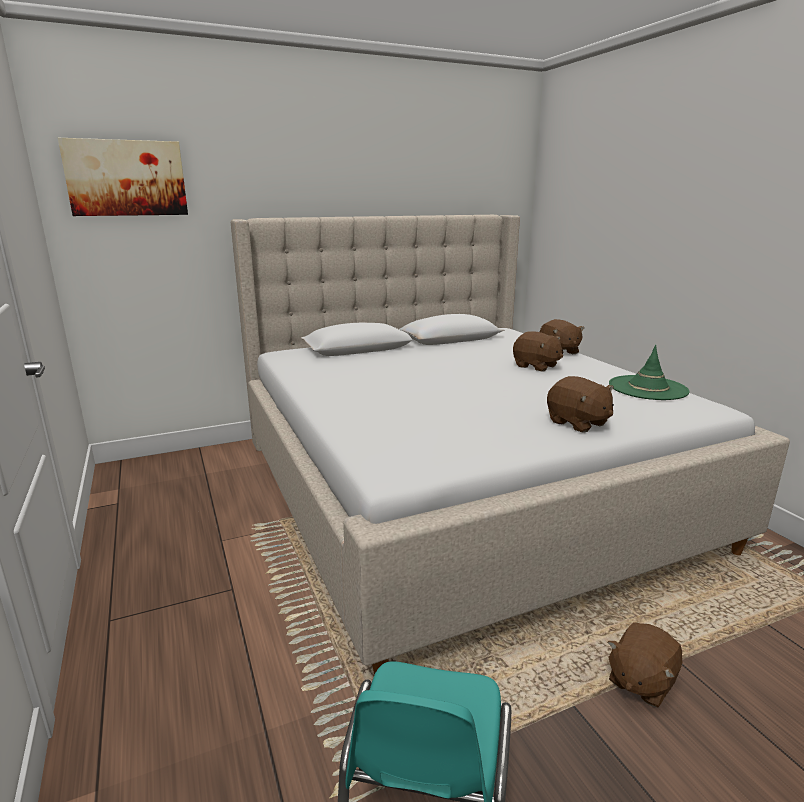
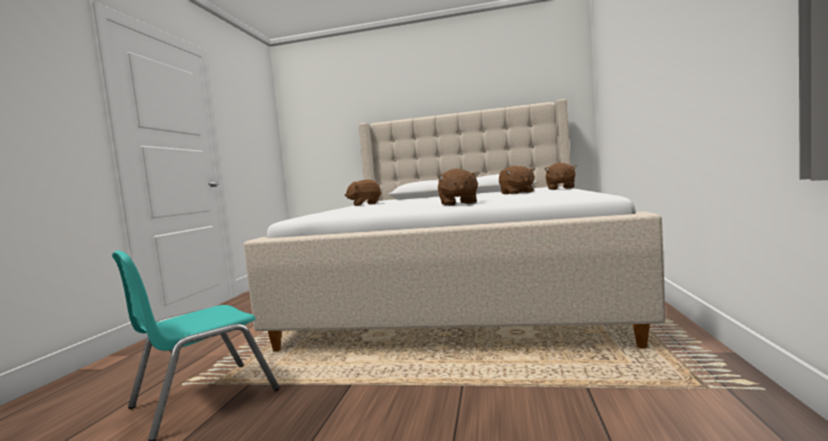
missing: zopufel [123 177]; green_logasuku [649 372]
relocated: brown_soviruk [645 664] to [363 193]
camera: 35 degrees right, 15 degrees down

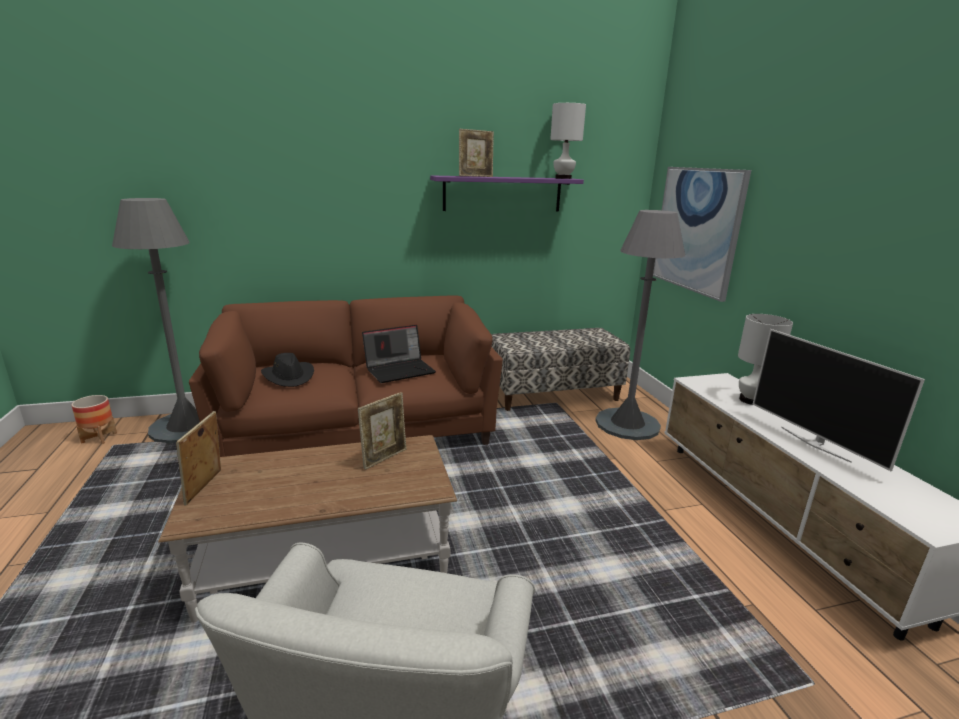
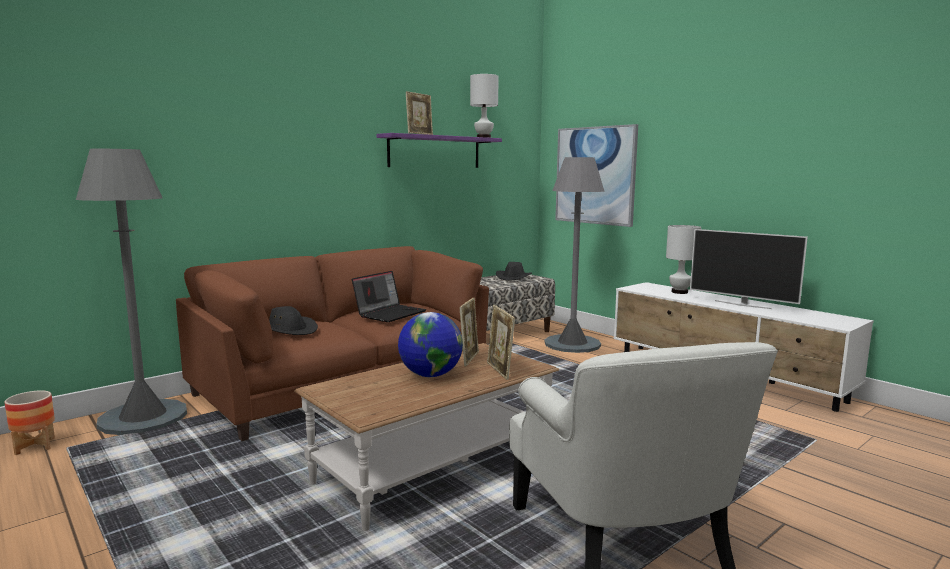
appeared: black_logasuku [514 271]; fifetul [430 344]
relocated: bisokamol [198 458] to [501 342]
camera: 25 degrees left, 10 degrees down

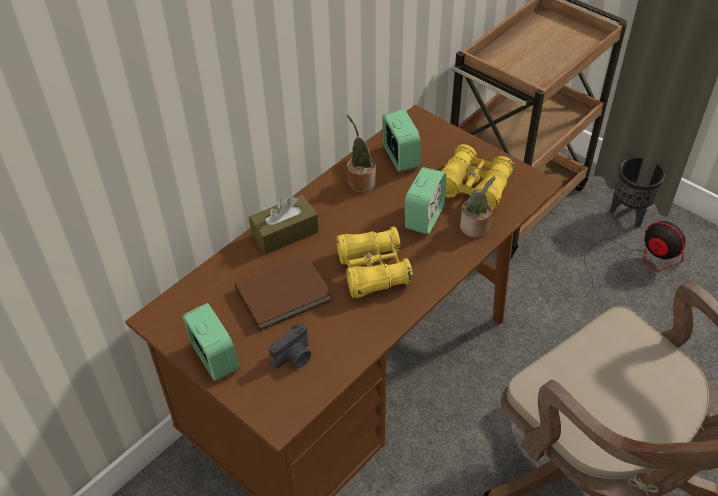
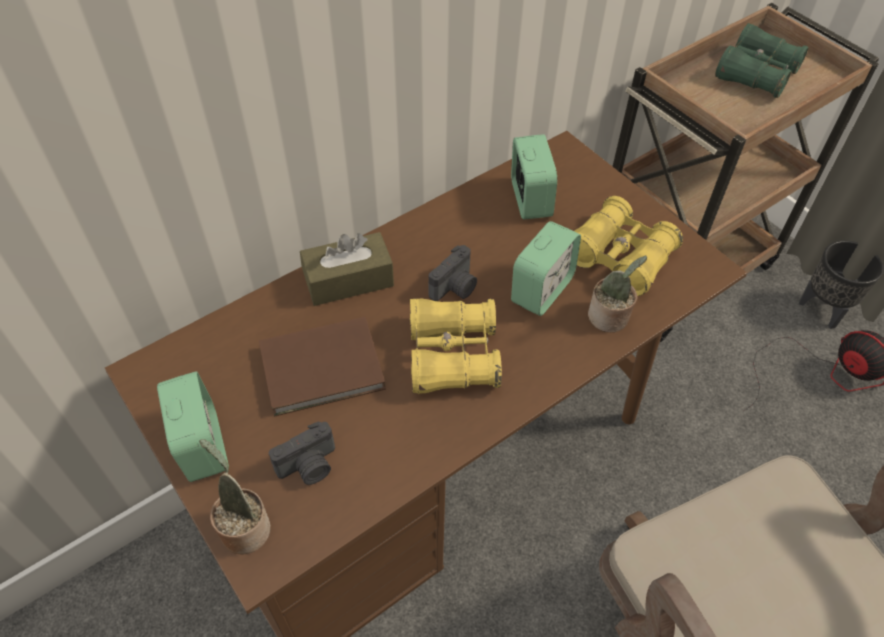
appeared: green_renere [762 60]; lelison [453 273]
relocated: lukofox [361 154] to [235 497]
camera: 10 degrees right, 5 degrees up

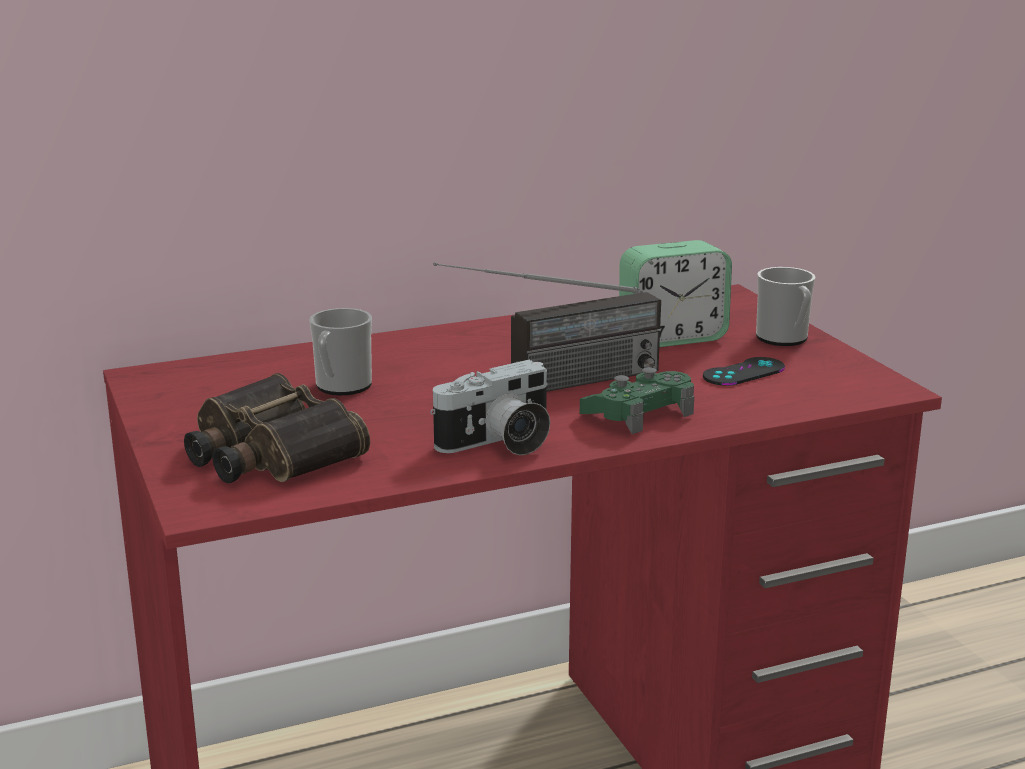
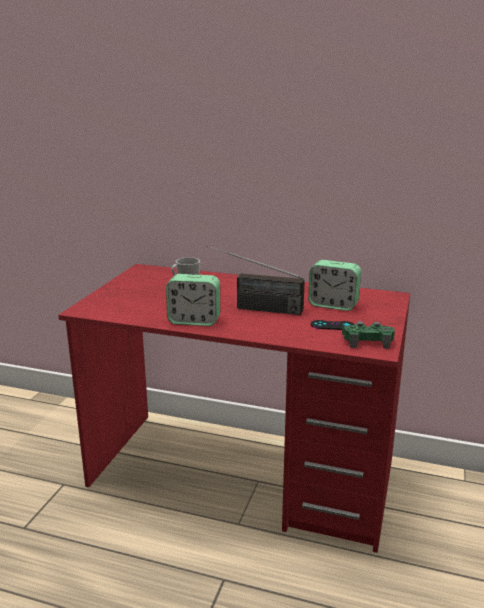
missing: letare [785 306]; renere [277 428]
relocated: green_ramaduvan [637 400] to [368 334]
exchanged: lelison [490 407] to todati [193 300]
camera: 40 degrees right, 0 degrees up

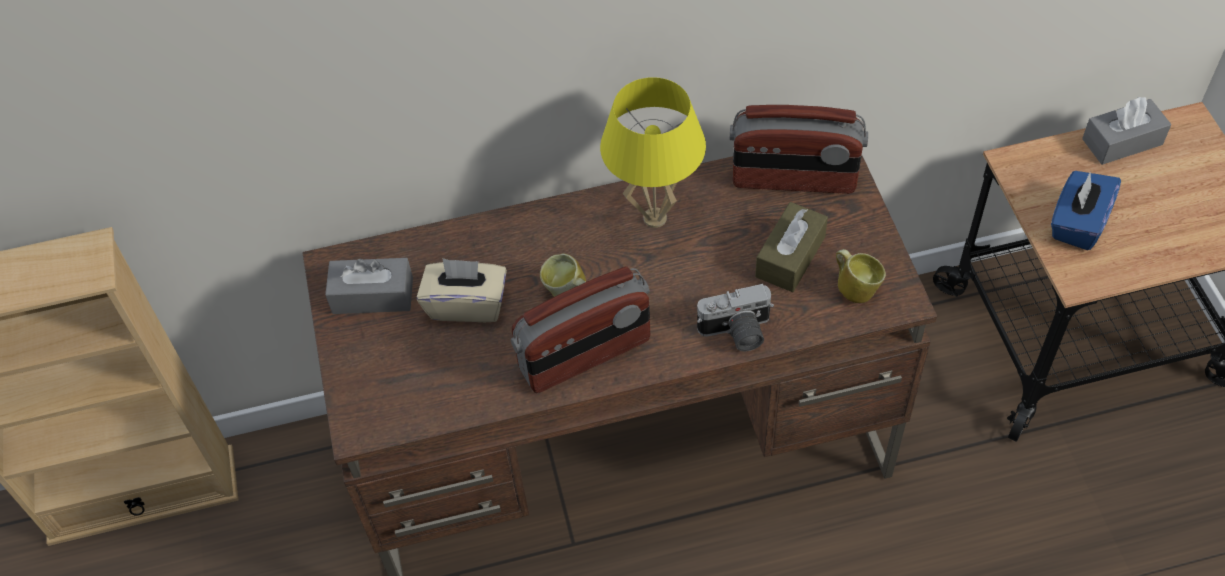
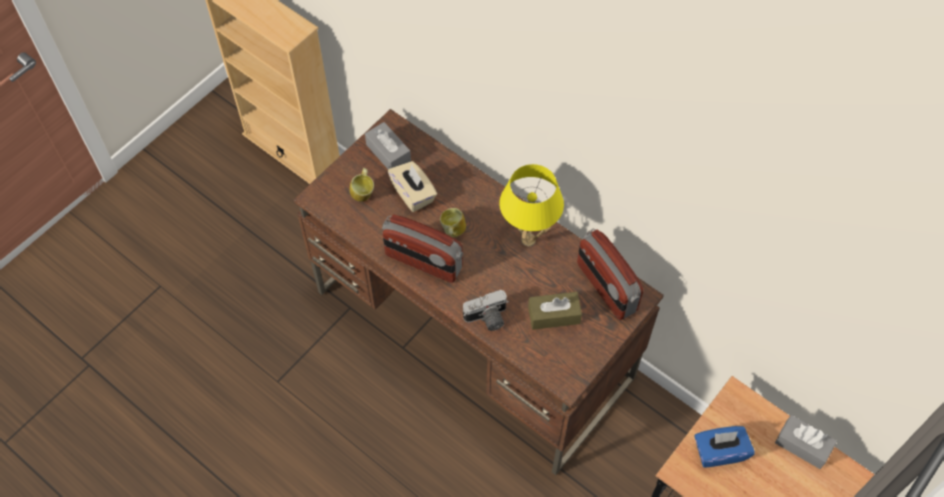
relocated: letare [861 276] to [362 185]
spun: lelison [735 317] = [486 310] 60 degrees counterclockwise
camera: 50 degrees right, 5 degrees up

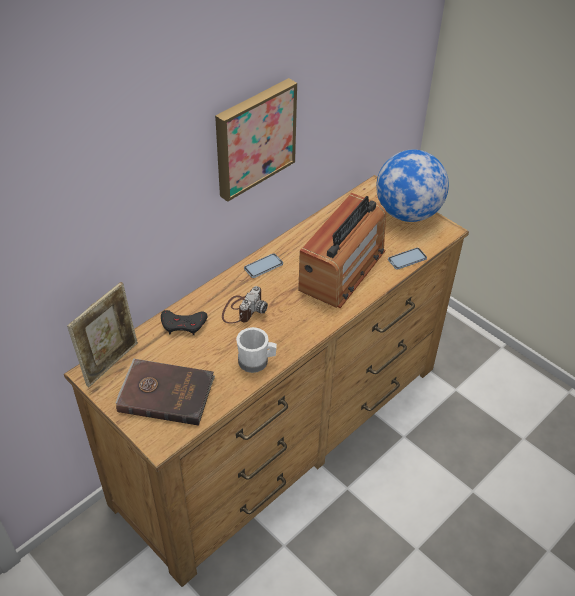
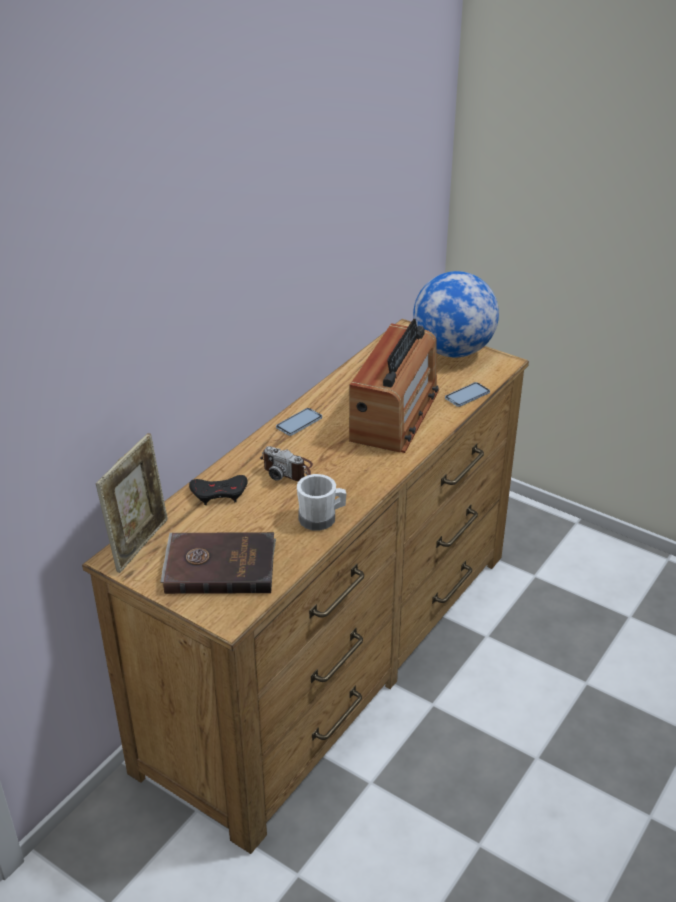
missing: zopufel [256 140]
spun: lelison [245 305] = [286 463] 105 degrees clockwise
camera: 10 degrees left, 10 degrees down

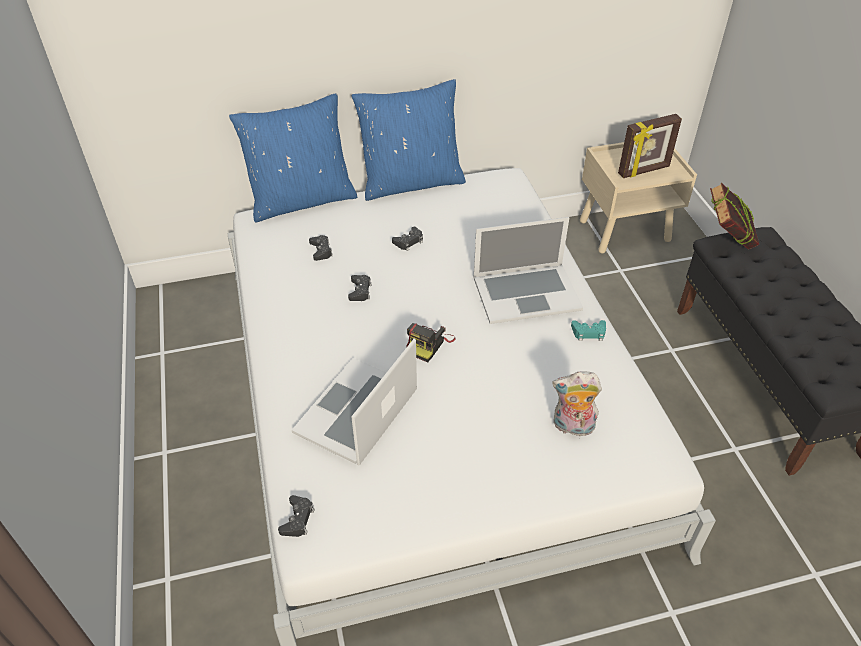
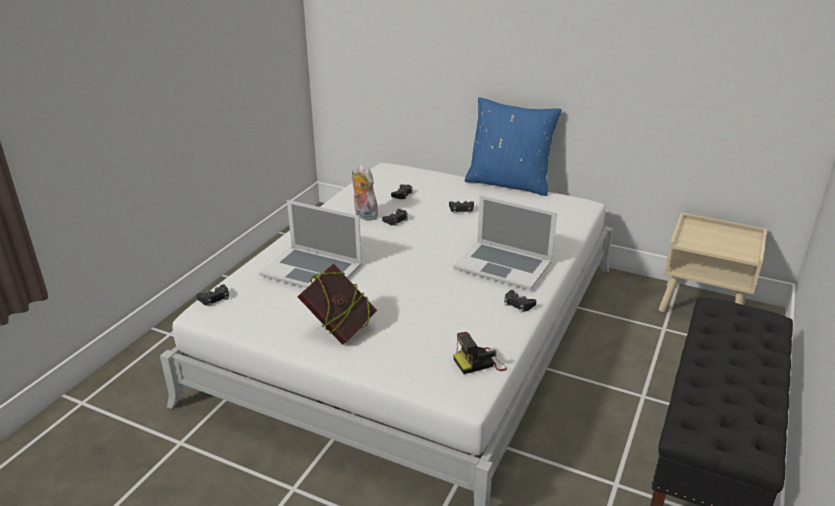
missing: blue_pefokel [293 157]; bisokamol [650 146]
relocated: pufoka [734 216] to [337 304]; lelison [431 342] to [480 353]; soviruk [577 404] to [366 193]
colour: turquoise_ramaduvan [588 330] to black_ramaduvan [520 301]
spun: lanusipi [354 402] = [310 244] 135 degrees counterclockwise
camera: 40 degrees right, 15 degrees down

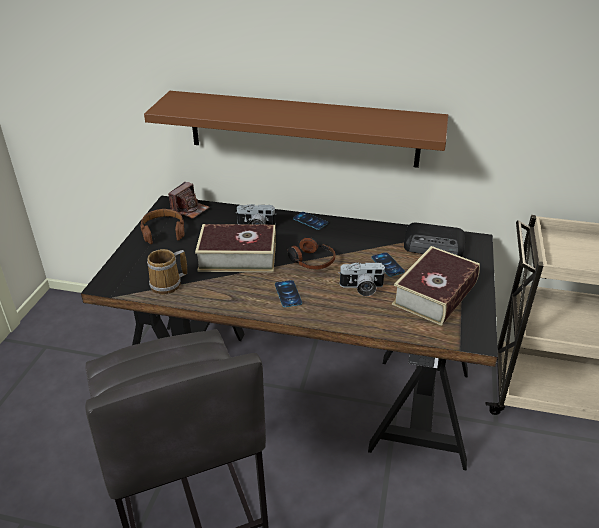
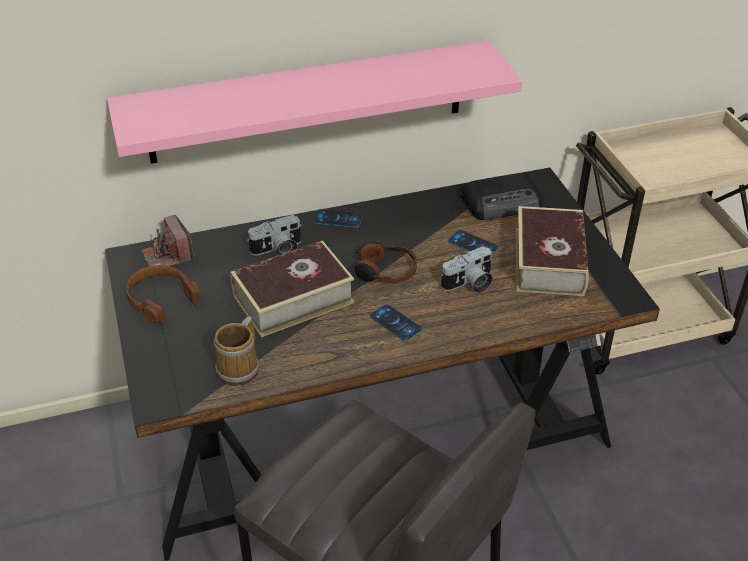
colour: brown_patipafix [296 129] to pink_patipafix [314 102]
spun: lelison [188 200] = [168 240] 150 degrees clockwise
camera: 30 degrees left, 5 degrees up

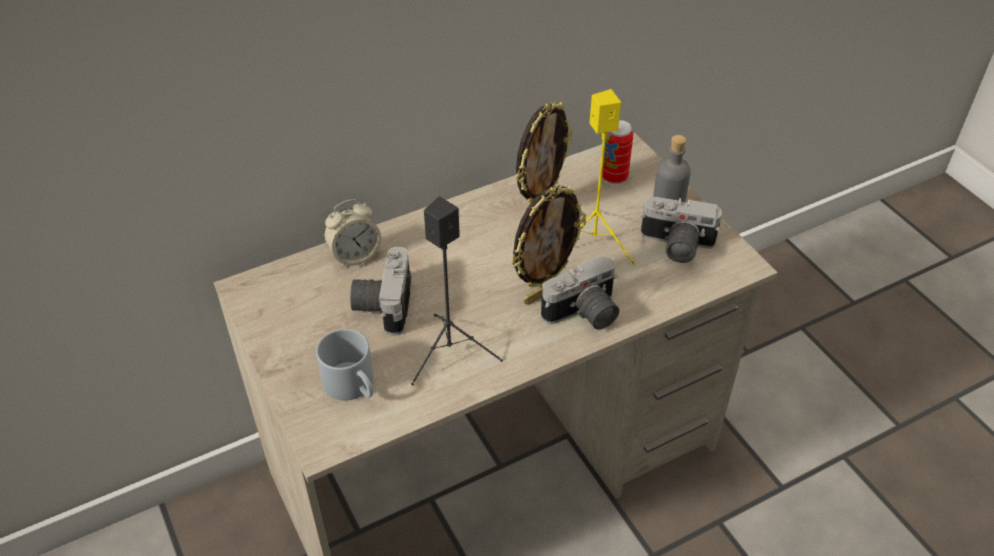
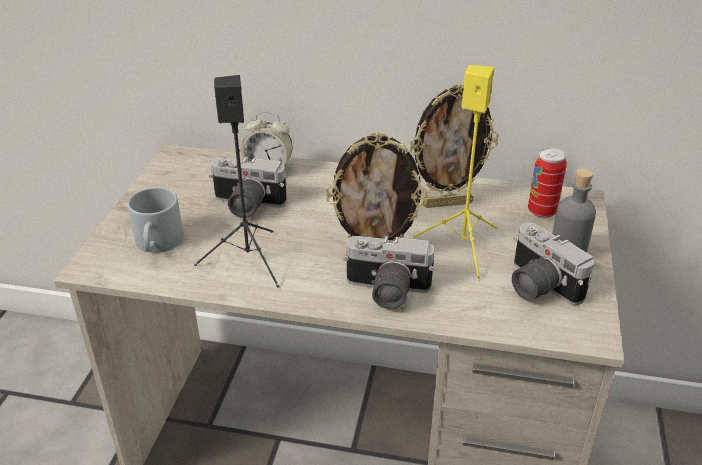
spun: lelison [380 291] = [248 188] 120 degrees counterclockwise
camera: 40 degrees right, 10 degrees down

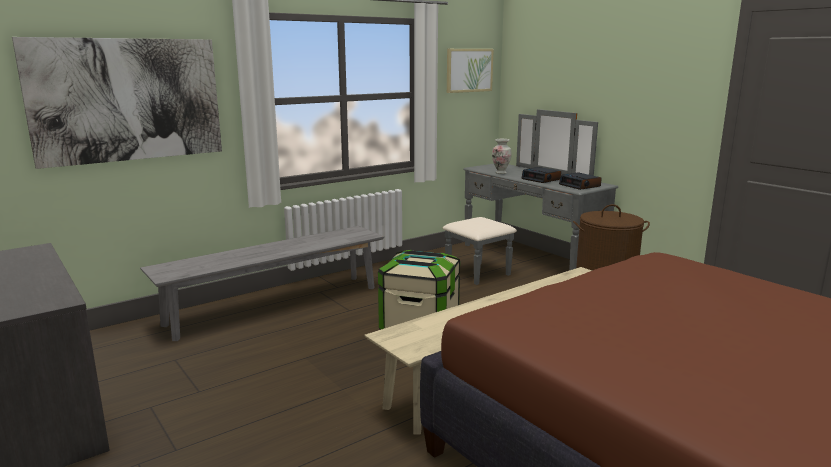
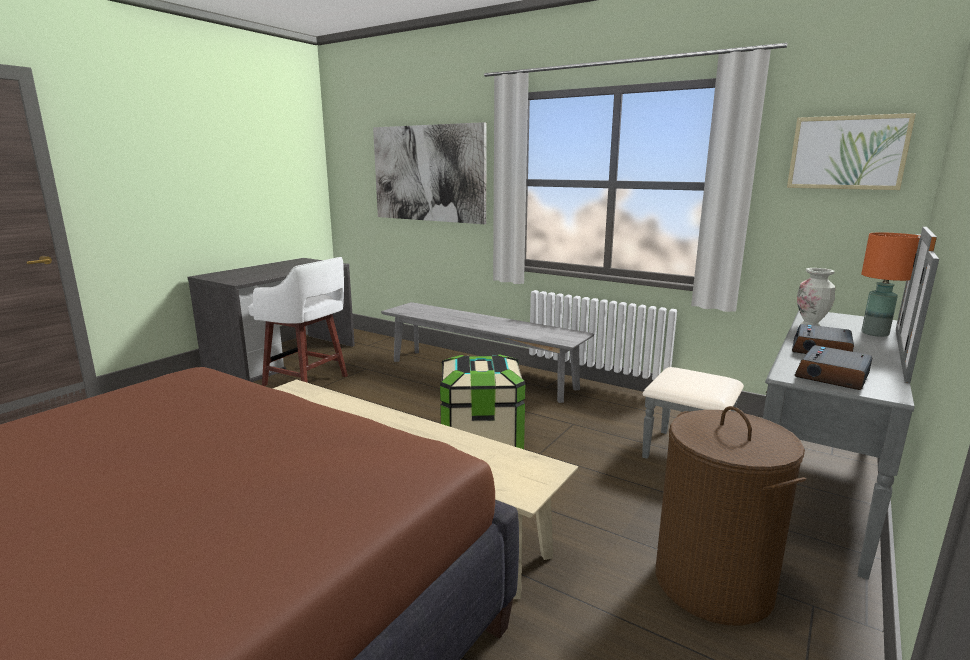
appeared: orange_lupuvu [890 284]; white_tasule [298 321]
camera: 70 degrees right, 0 degrees up

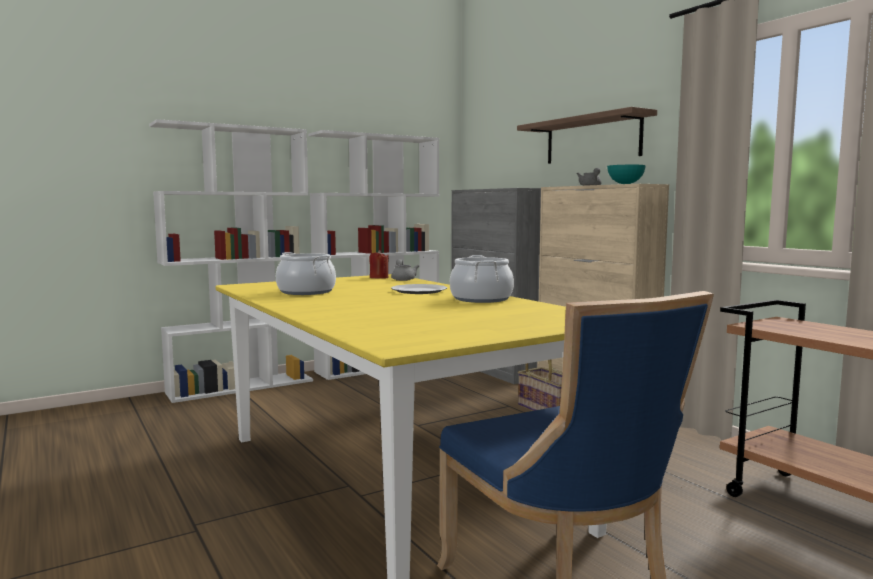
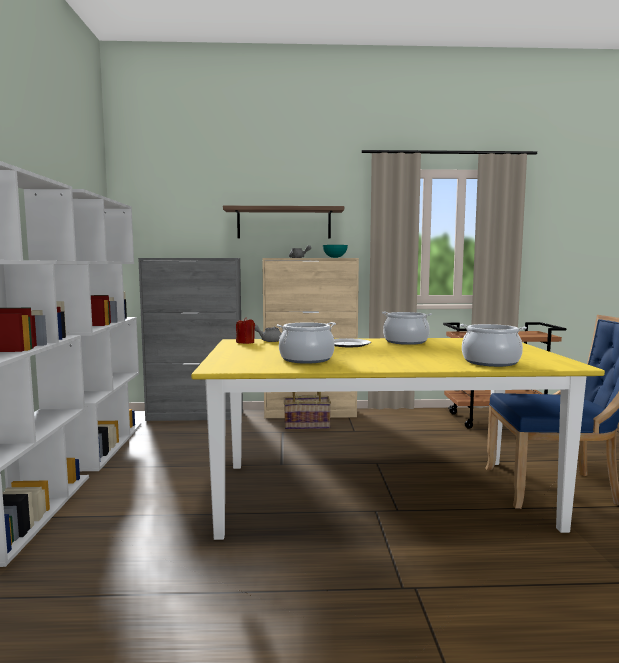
appeared: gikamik [493 345]
camera: 60 degrees left, 0 degrees up

